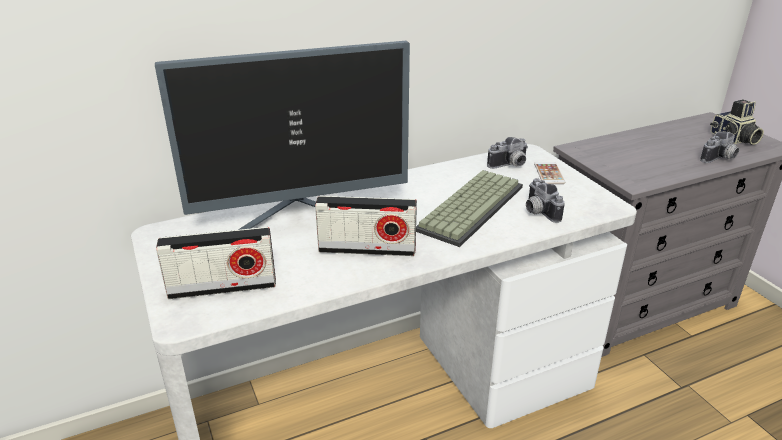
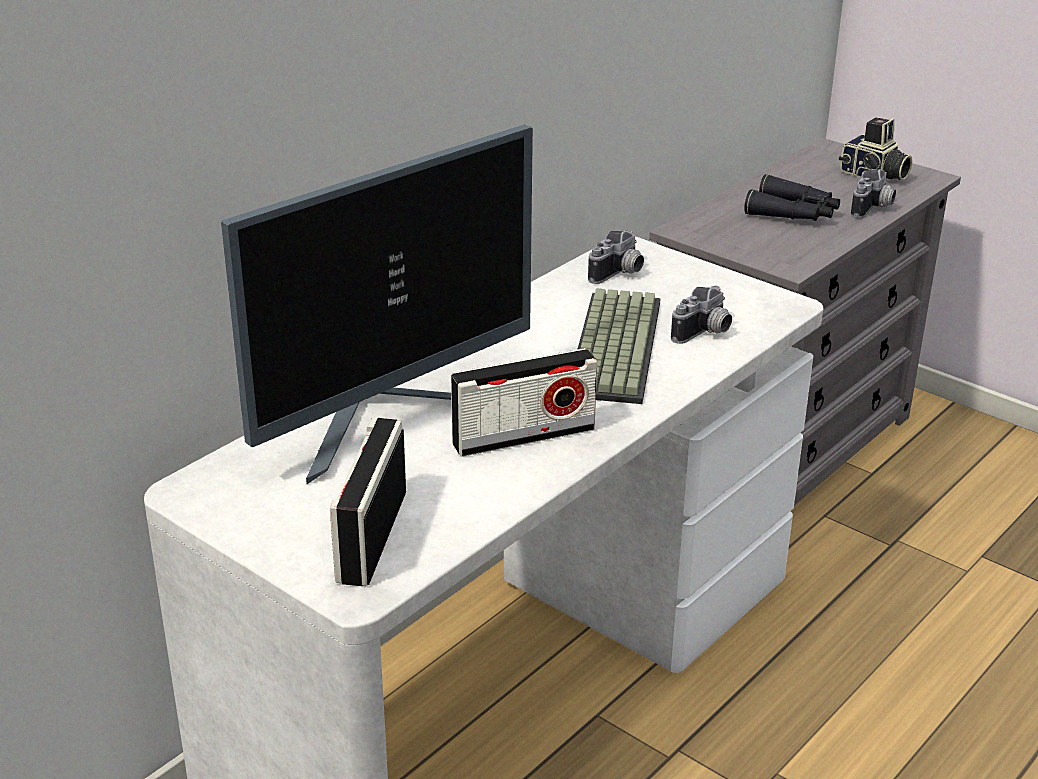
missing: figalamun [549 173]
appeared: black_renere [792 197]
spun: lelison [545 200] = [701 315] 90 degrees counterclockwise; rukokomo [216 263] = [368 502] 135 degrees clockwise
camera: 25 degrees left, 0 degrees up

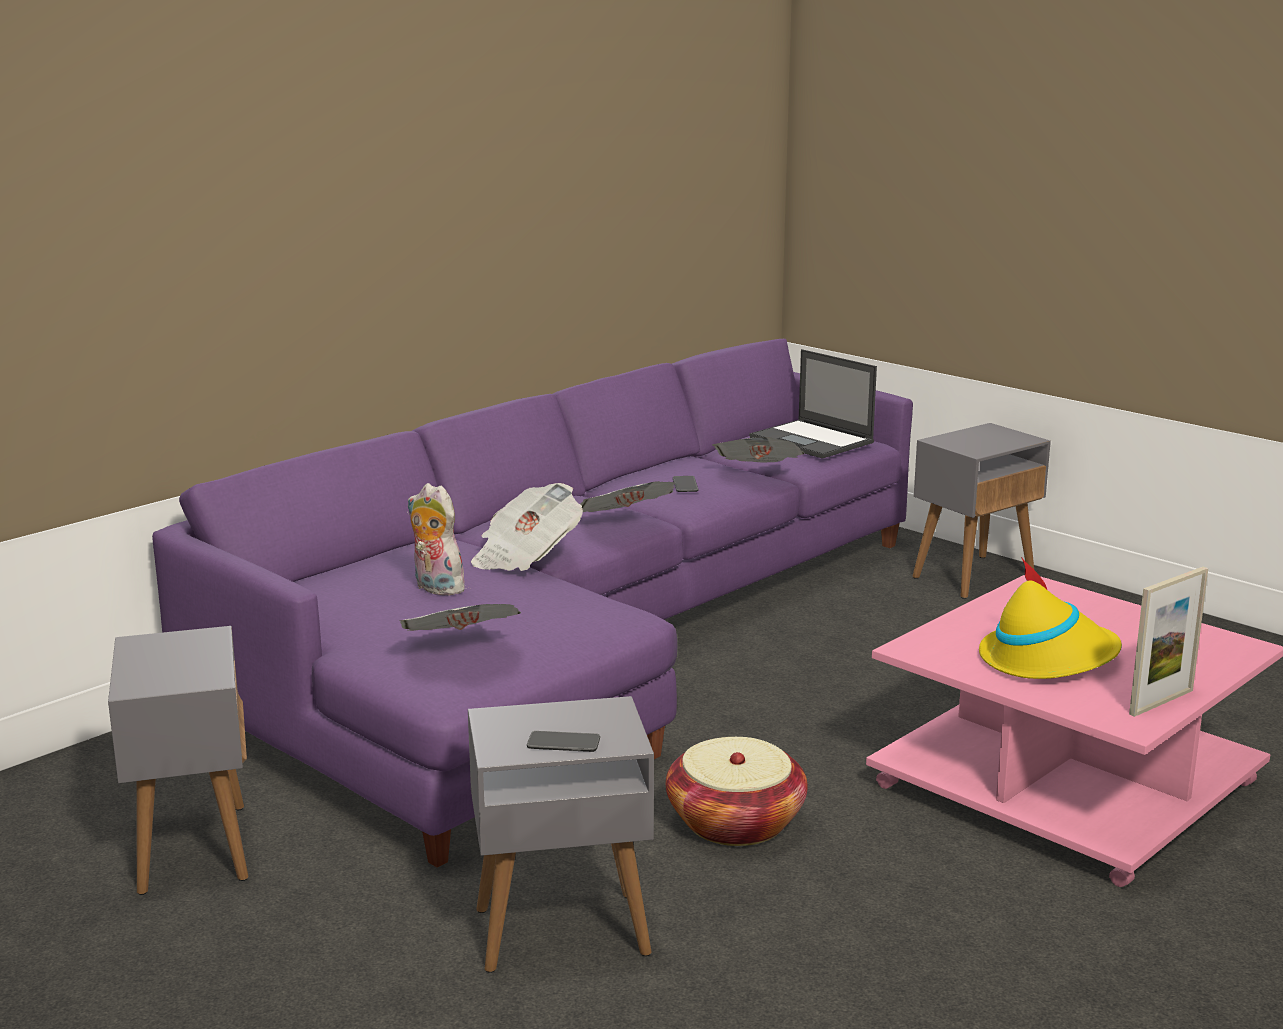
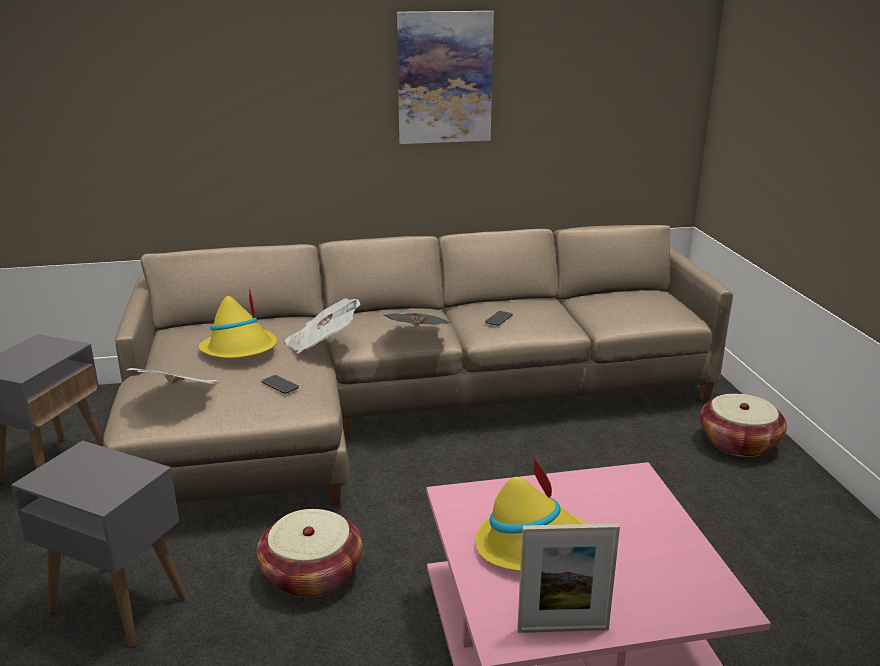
missing: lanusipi [813 404]; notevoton [758 449]
appeared: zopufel [445 77]
relocated: figalamun [563 741] to [280 384]
exchanged: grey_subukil [982 511] to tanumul [743 425]; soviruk [436 539] to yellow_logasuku [238 322]
colour: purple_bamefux [532 603] to beige_bamefux [418 365]
camera: 35 degrees right, 5 degrees up

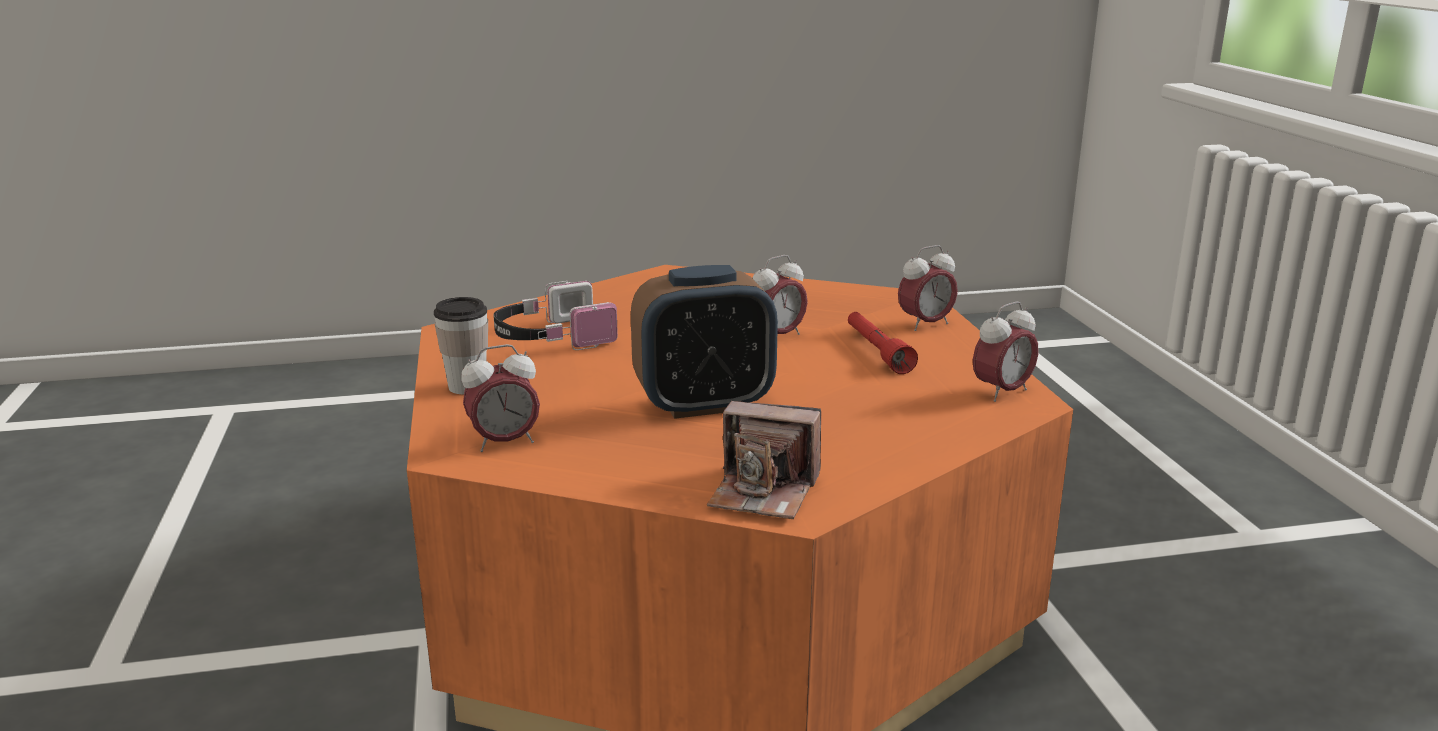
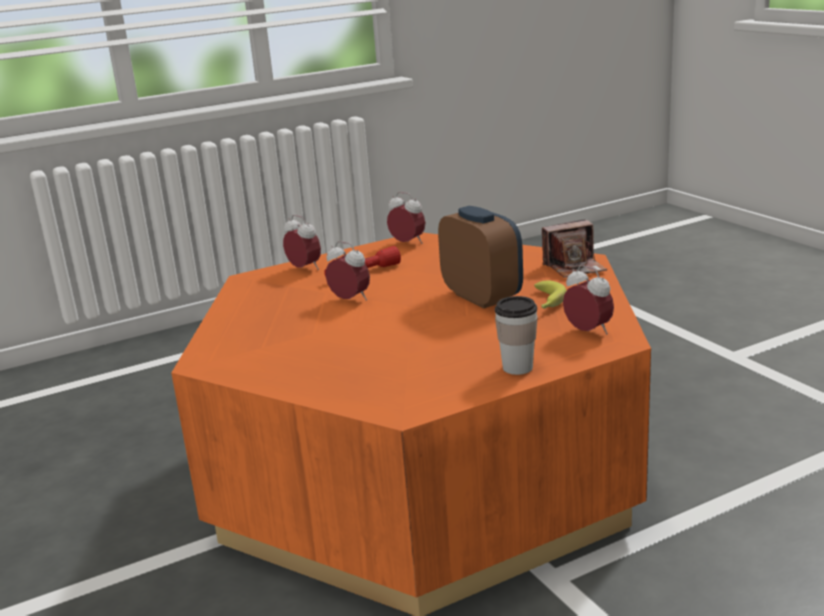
missing: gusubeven [556 315]
appeared: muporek [550 295]
spun: lelison [764 460] = [574 248] 75 degrees clockwise
camera: 105 degrees left, 0 degrees up

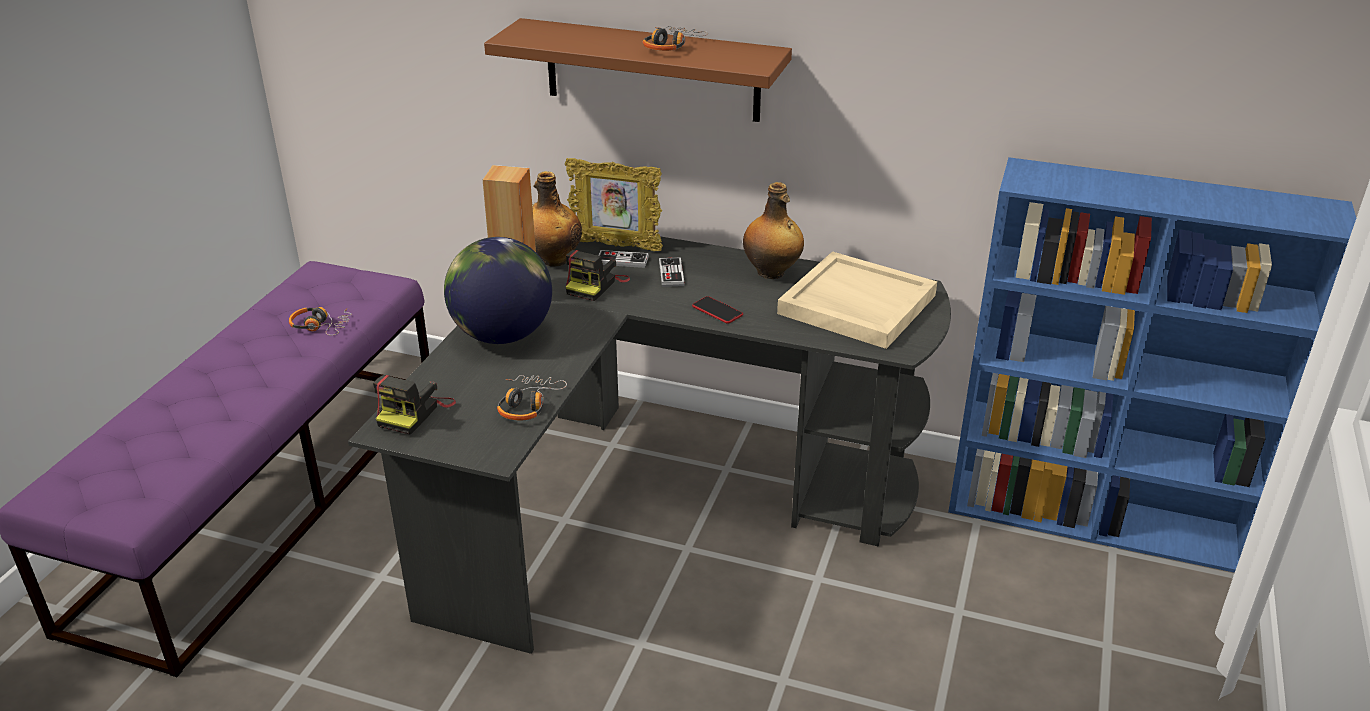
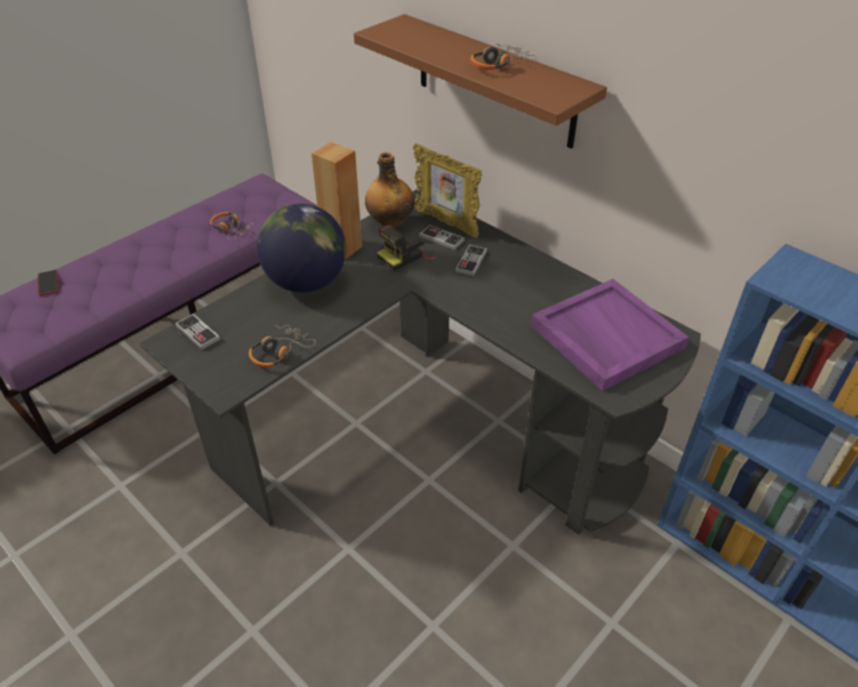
missing: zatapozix [773 230]
relocated: figalamun [717 310] to [48 283]
exchanged: lelison [414 405] to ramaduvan [197 331]
colour: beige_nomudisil [857 300] to purple_nomudisil [610 335]
camera: 25 degrees right, 10 degrees up

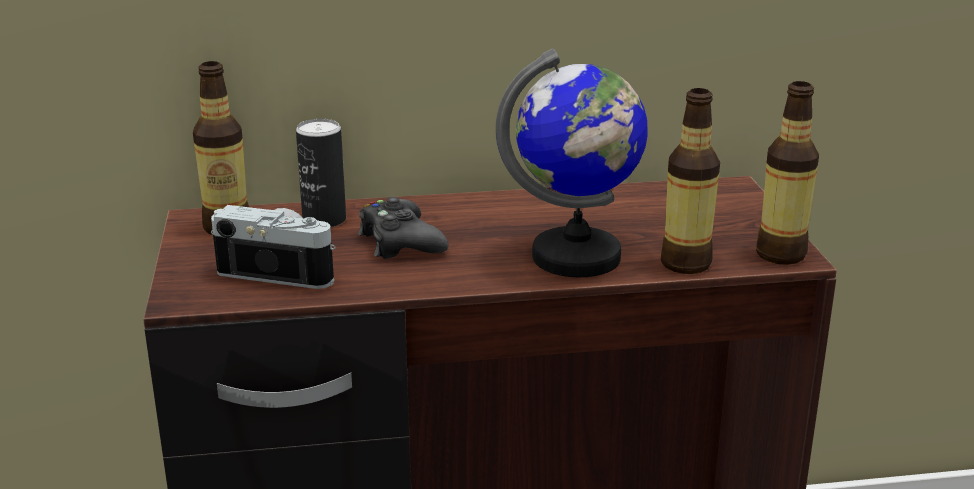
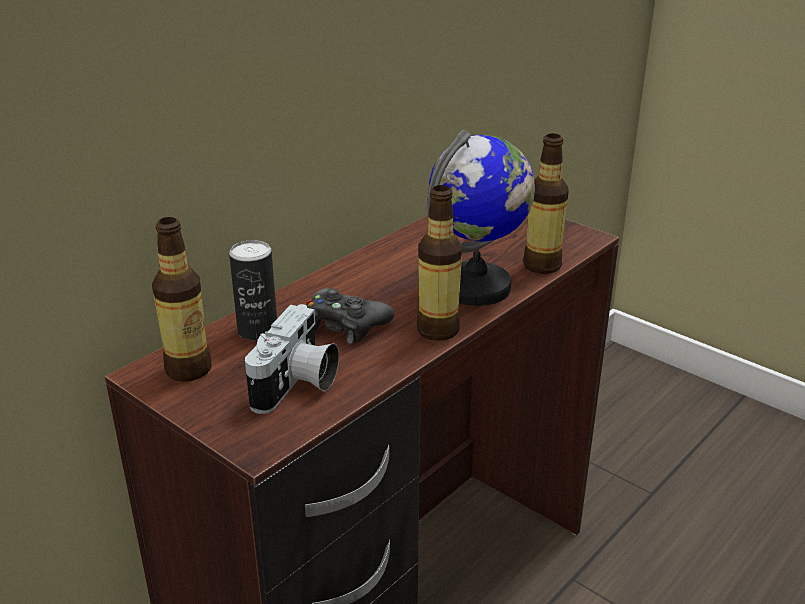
relocated: zatapozix [787 173] to [439 263]
spun: lelison [273 247] = [292 359] 135 degrees clockwise
camera: 40 degrees left, 5 degrees up

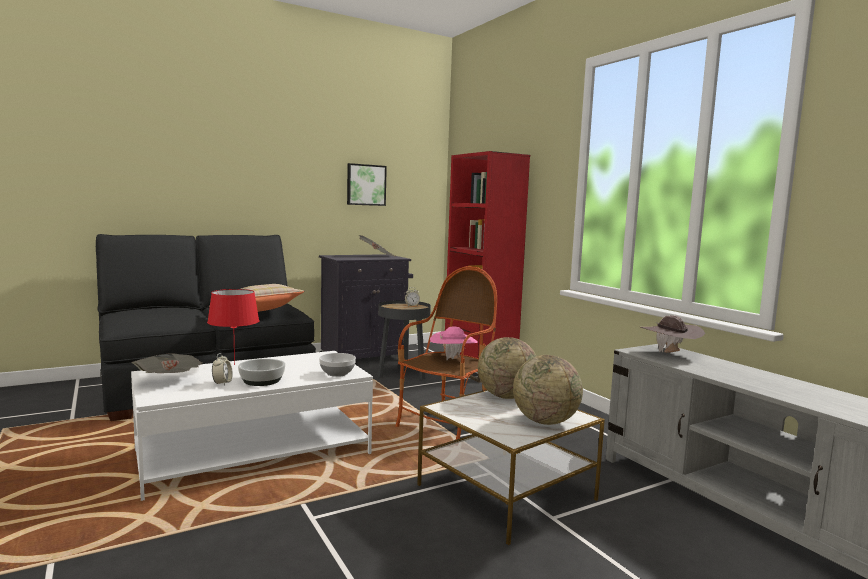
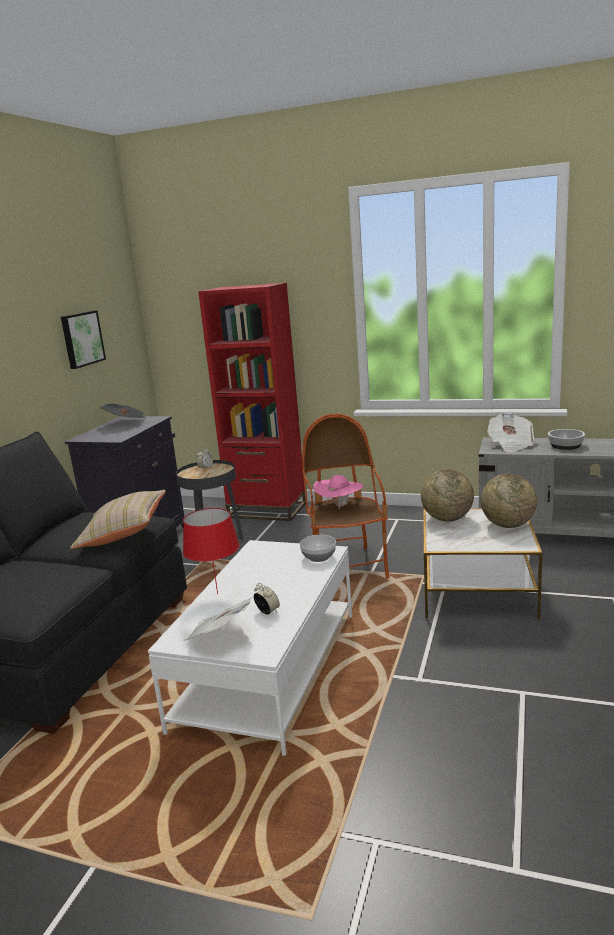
relocated: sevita [261 372] to [566 439]
exchanged: brown_logasuku [672 334] to notevoton [510 432]
camera: 40 degrees left, 10 degrees up

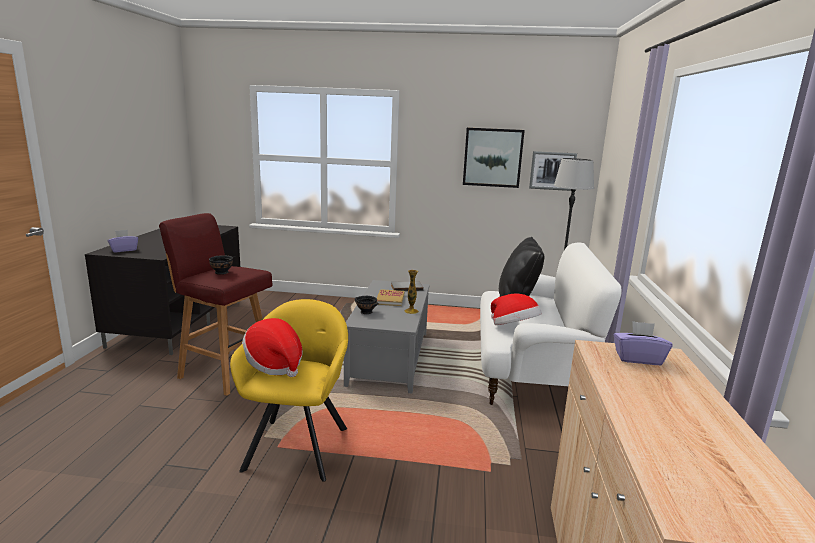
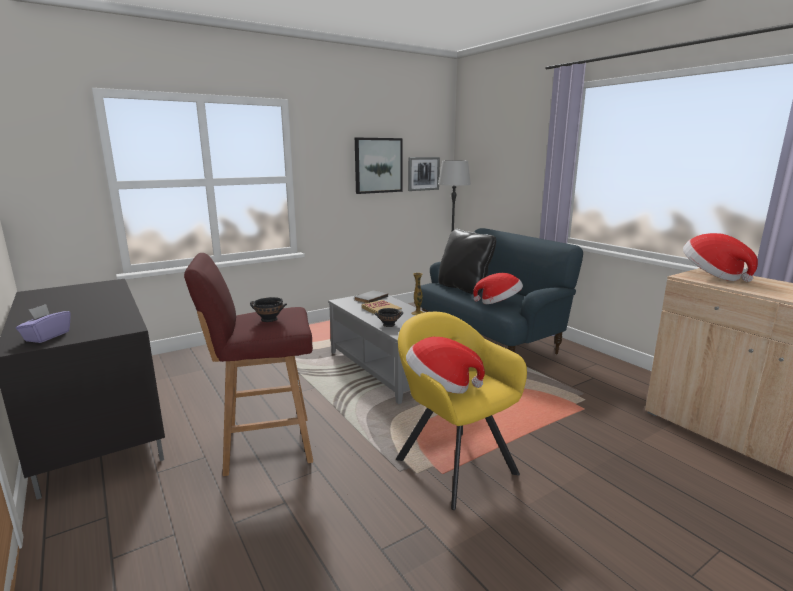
exchanged: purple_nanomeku [643 343] to logasuku [720 257]
colour: white_bamefux [551 324] to blue_bamefux [501 291]
camera: 40 degrees left, 0 degrees up

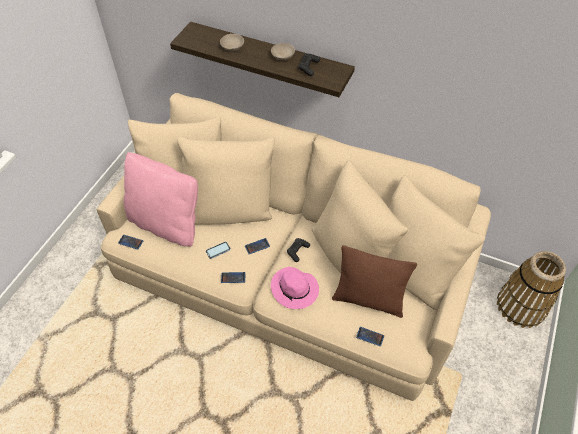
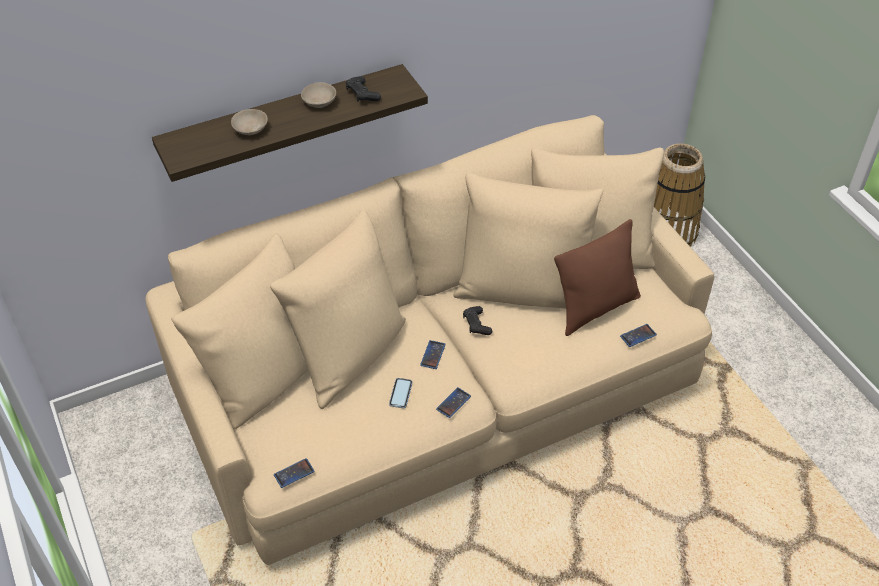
missing: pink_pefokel [161 199]; pink_logasuku [295 288]
camera: 50 degrees left, 5 degrees down

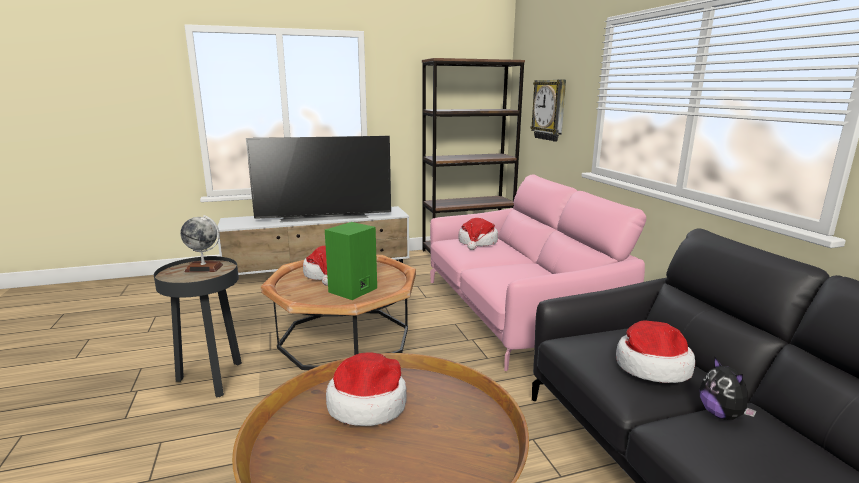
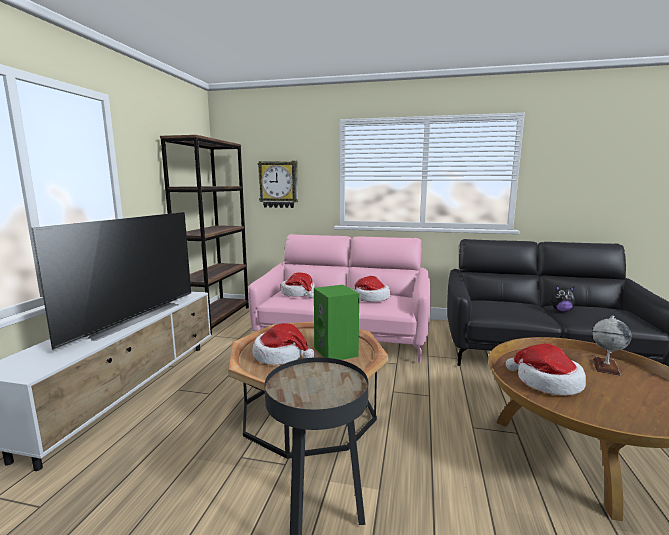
relocated: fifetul [201 243] to [612 346]; logasuku [655 352] to [370 289]
camera: 60 degrees left, 5 degrees down

